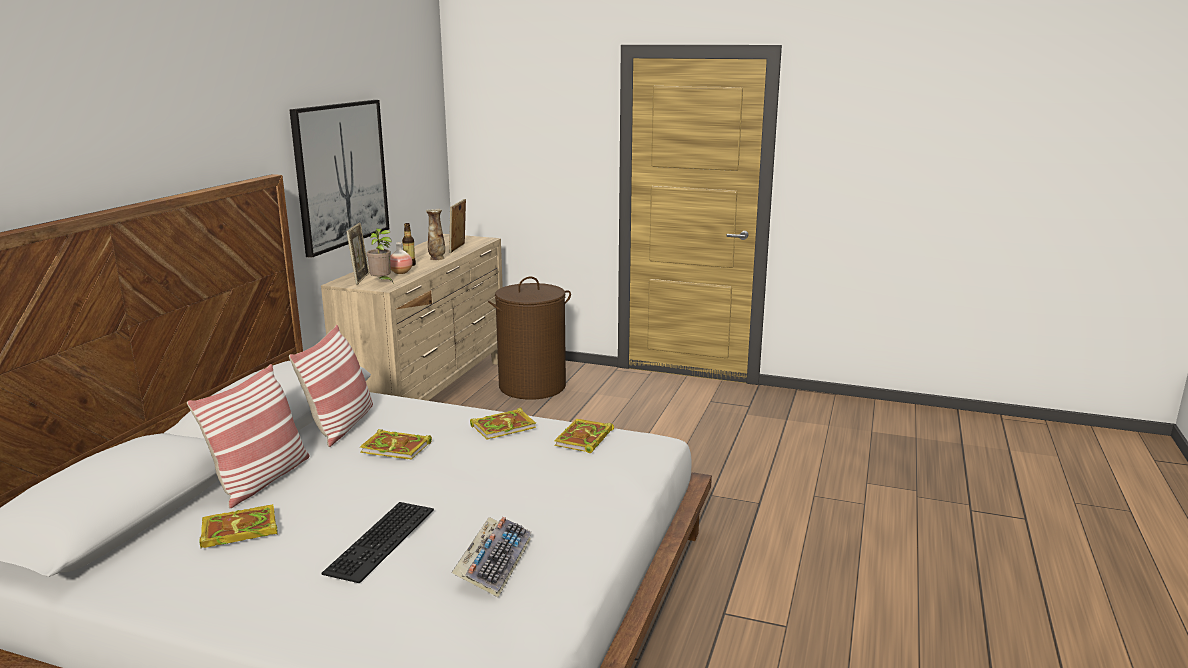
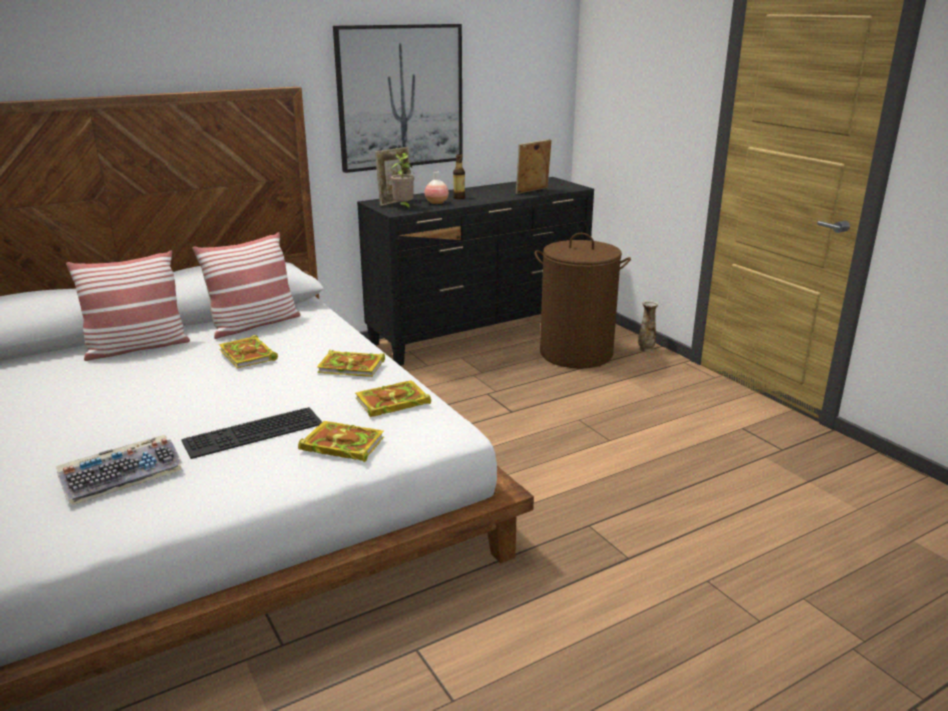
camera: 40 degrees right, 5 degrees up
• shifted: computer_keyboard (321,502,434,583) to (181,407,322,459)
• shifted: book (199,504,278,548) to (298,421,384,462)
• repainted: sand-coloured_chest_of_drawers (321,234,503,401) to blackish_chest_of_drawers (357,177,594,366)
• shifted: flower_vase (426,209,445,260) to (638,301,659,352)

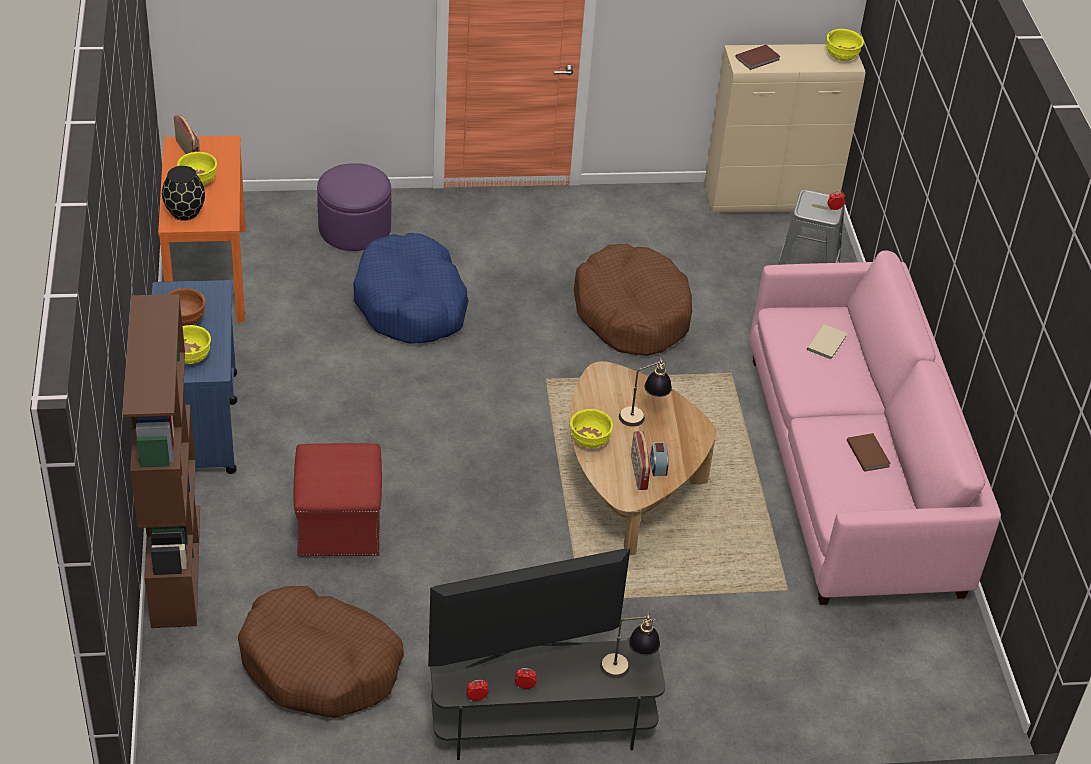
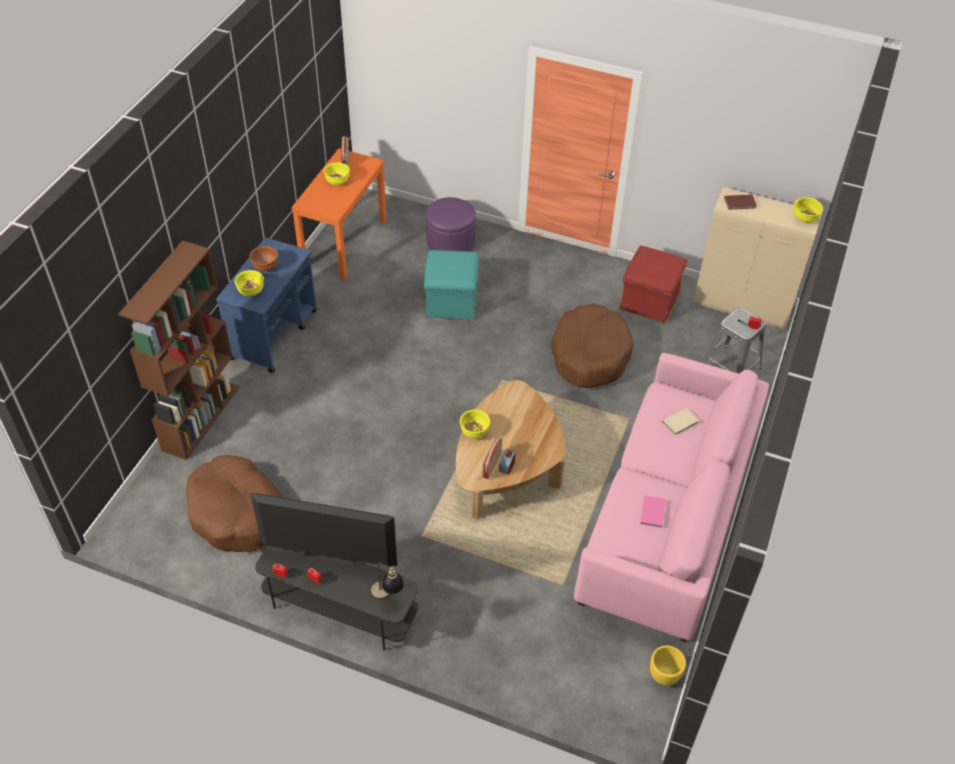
camera: 30 degrees right, 5 degrees up
• swapped: bluish_pet_bed (353,233,469,344) to blue-green_footrest (424,250,479,320)
• shifted: red-coloured_footrest (293,443,382,556) to (619,246,687,324)
• repainted: brownish_book (847,433,891,472) to pinkish_book (640,496,666,528)
• new: yellow-coloured_plant_pot (650,646,686,686)
• gone: blackish_flower_vase (162,166,205,221)
• gone: tabletop_lamp (619,357,672,427)

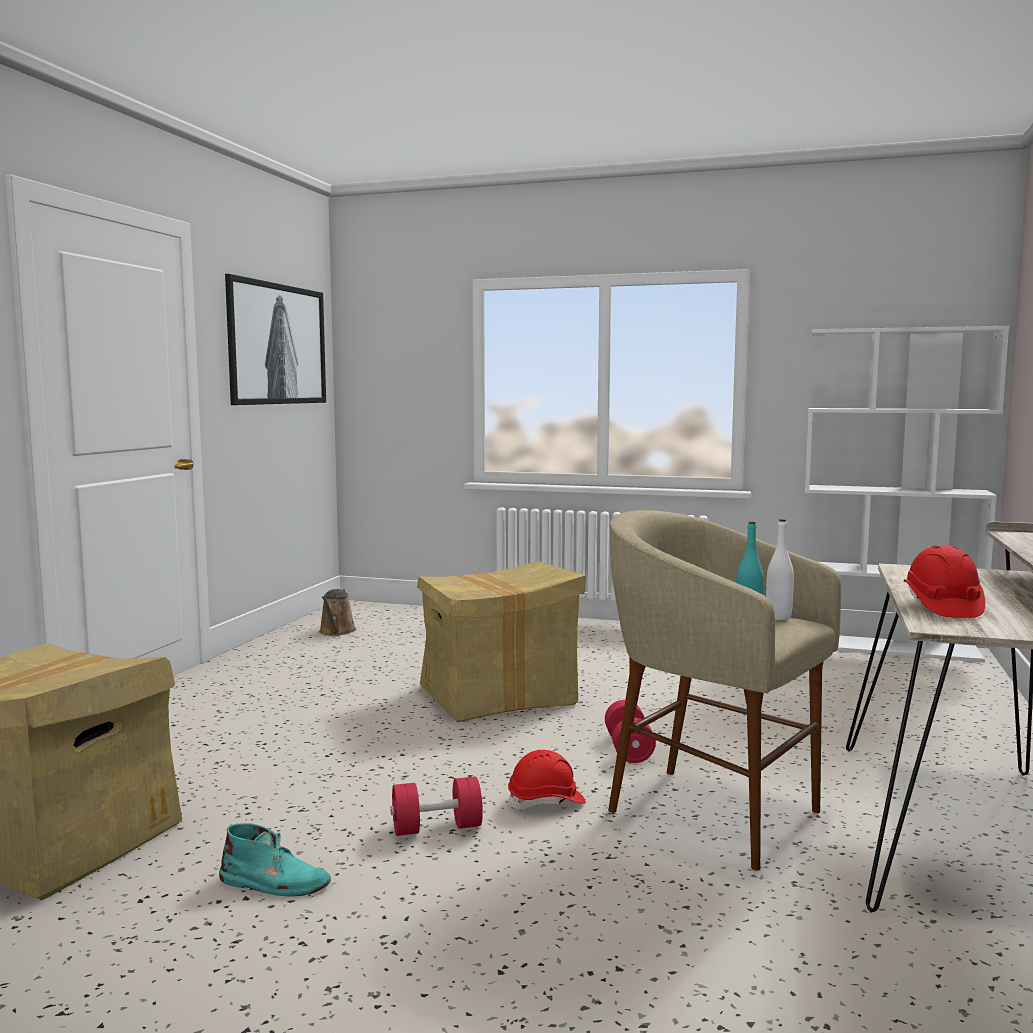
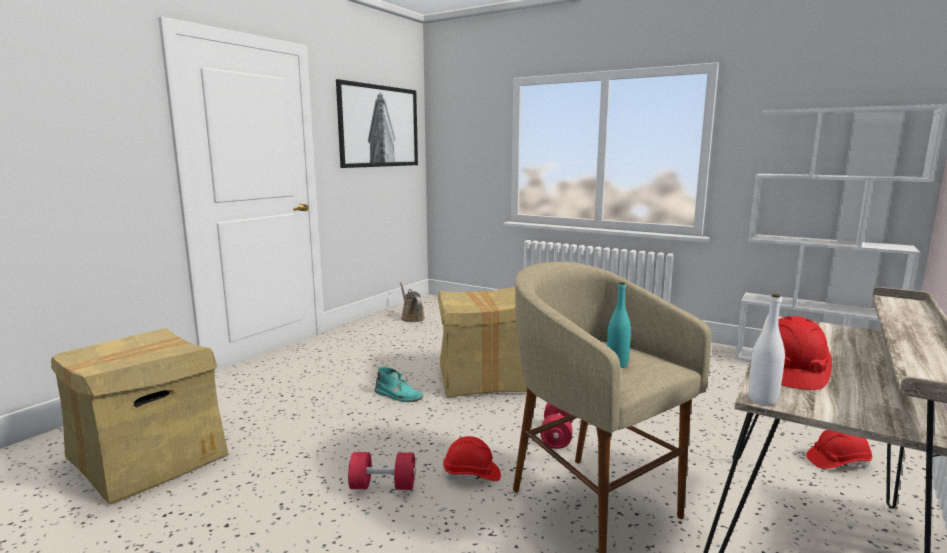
camera: 15 degrees right, 5 degrees up
• shifted: blue-green_high-top_boot (219,823,331,896) to (375,367,423,402)
• rotated: brownish_sprinkling_can (319,589,356,636) = (400,282,425,322) 135 degrees clockwise
• shifted: white-coloured_beverage_bottle (766,519,794,620) to (748,294,785,405)
• new: red-coloured_work_helmet (806,430,872,469)

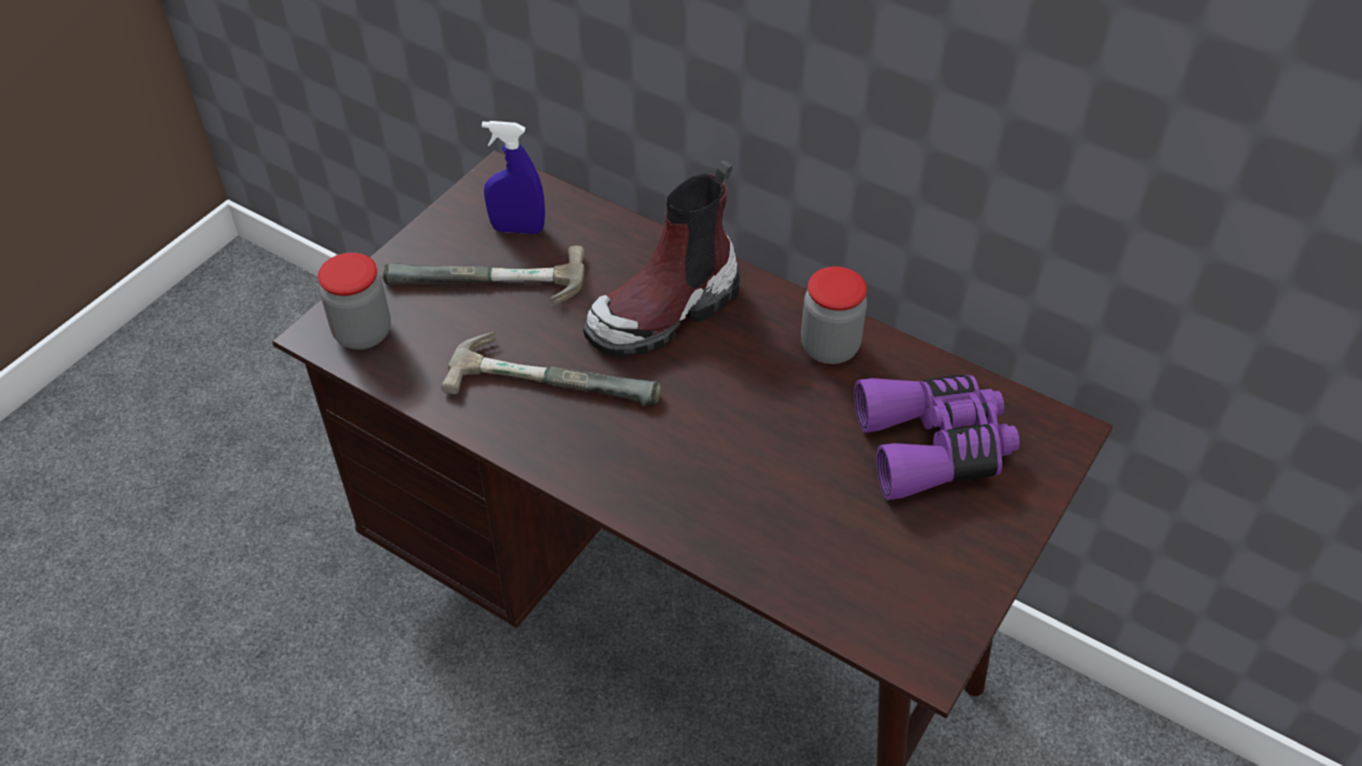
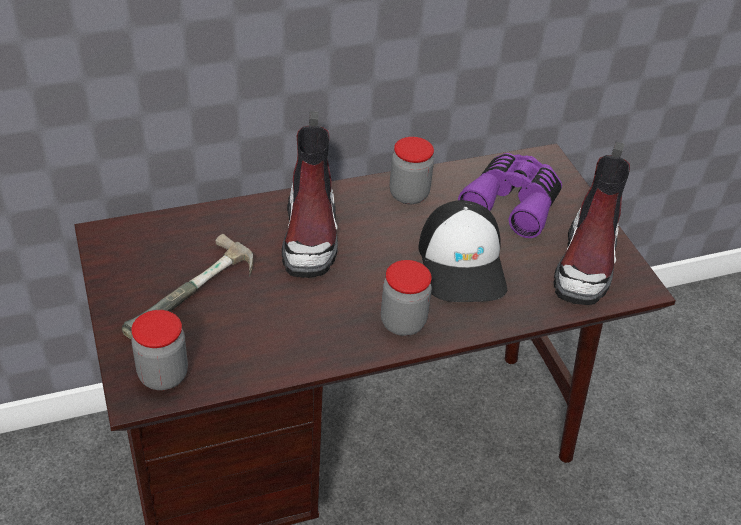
camera: 55 degrees left, 5 degrees down
• new: jar (381,260,432,336)
• new: baseball_cap (419,200,507,302)
• new: high-top_boot (553,142,630,305)
• gone: tool_hammer (441,332,661,405)
• gone: bluish_hand_sprayer (482,121,545,234)

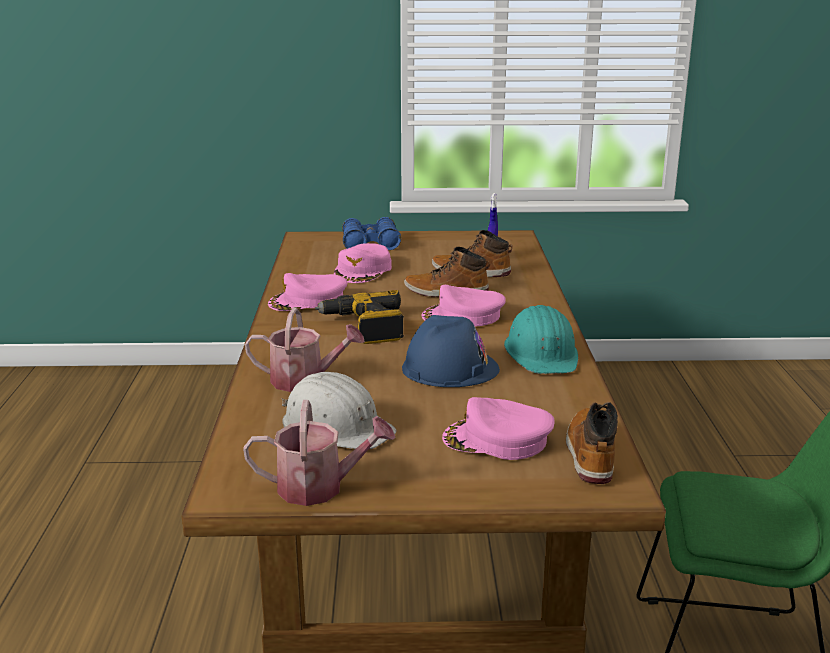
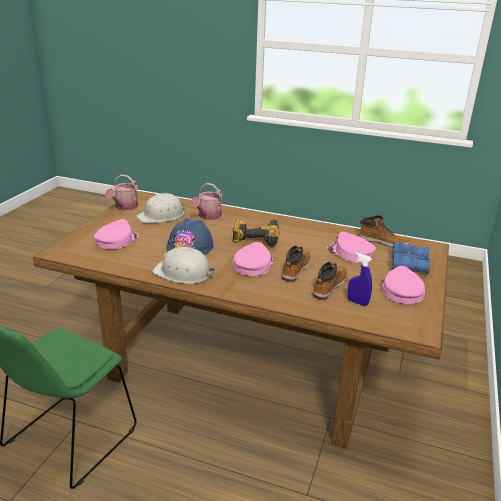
camera: 110 degrees right, 5 degrees up
• repainted: blue-green_work_helmet (504,305,578,374) to white-coloured_work_helmet (152,247,215,284)
• shifted: high-top_boot (566,402,618,484) to (358,215,410,247)
• shifted: pinkish_baseball_cap (268,273,347,311) to (382,266,425,304)

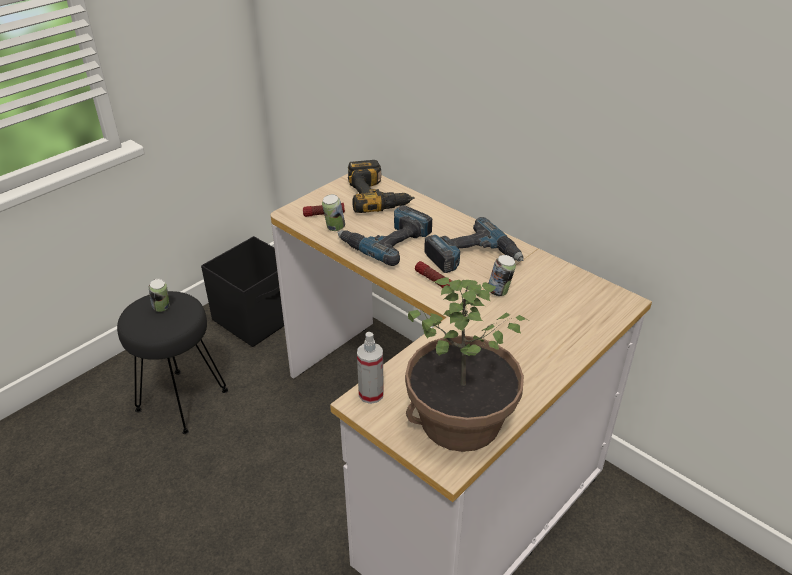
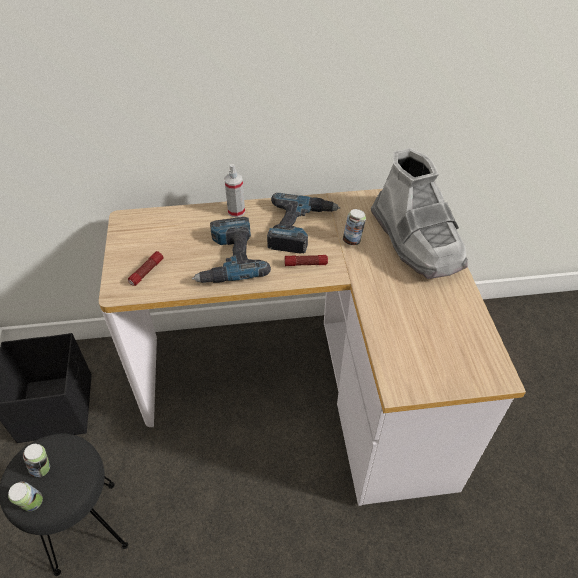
camera: 50 degrees left, 10 degrees up
• shifted: sealed_can (322,194,345,231) to (8,482,43,511)
• shifted: hand_sprayer (357,332,384,404) to (224,164,245,218)
• new: greyish_high-top_boot (371,148,468,279)
• gone: drill (348,160,415,213)
• gone: potted_plant (405,277,530,452)

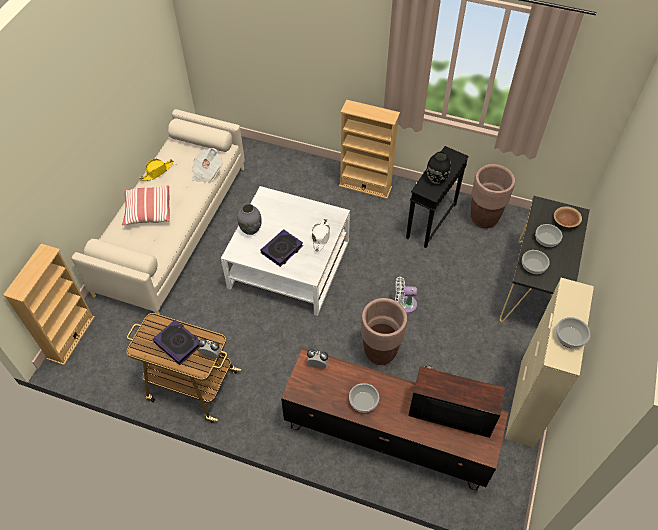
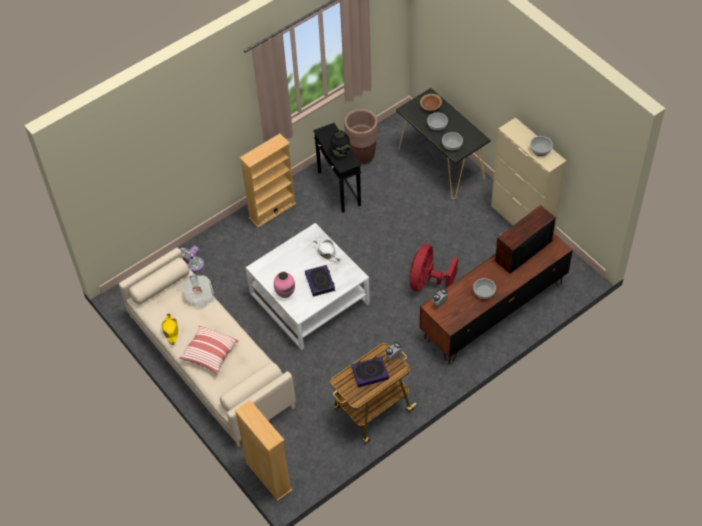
camera: 55 degrees left, 0 degrees up
• shifted: white-coloured_electric_fan (395,277,417,313) to (180,246,204,272)
• repainted: greyish_flower_vase (237,204,262,235) to pinkish_flower_vase (274,272,295,298)
• swapped: brownish_plant_pot (361,298,407,365) to red-coloured_electric_fan (410,244,458,291)

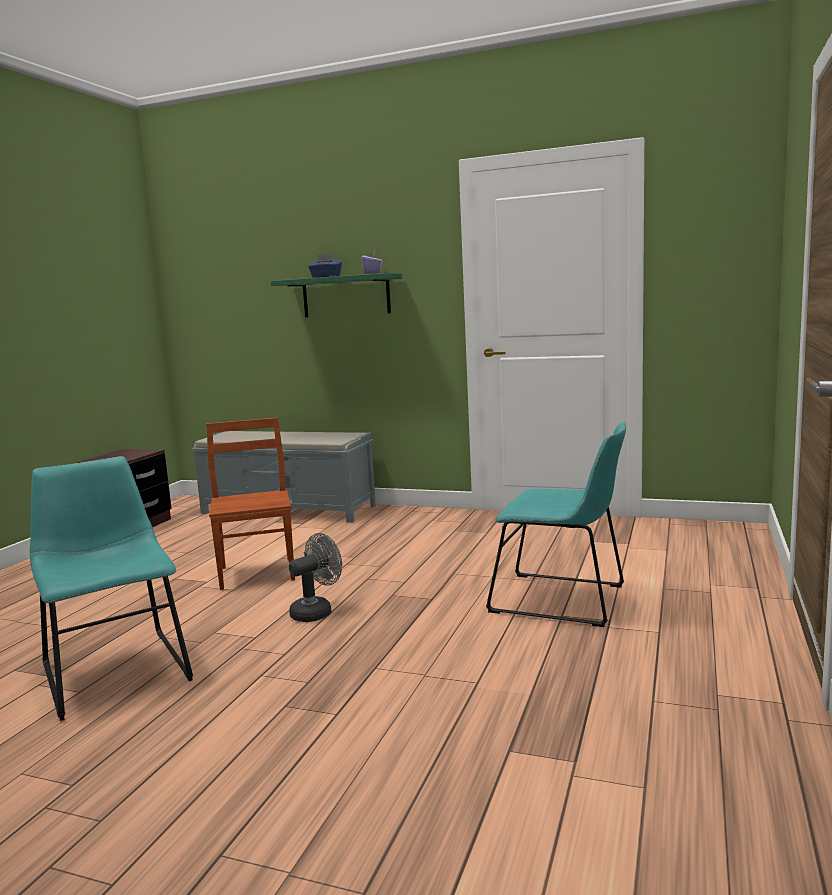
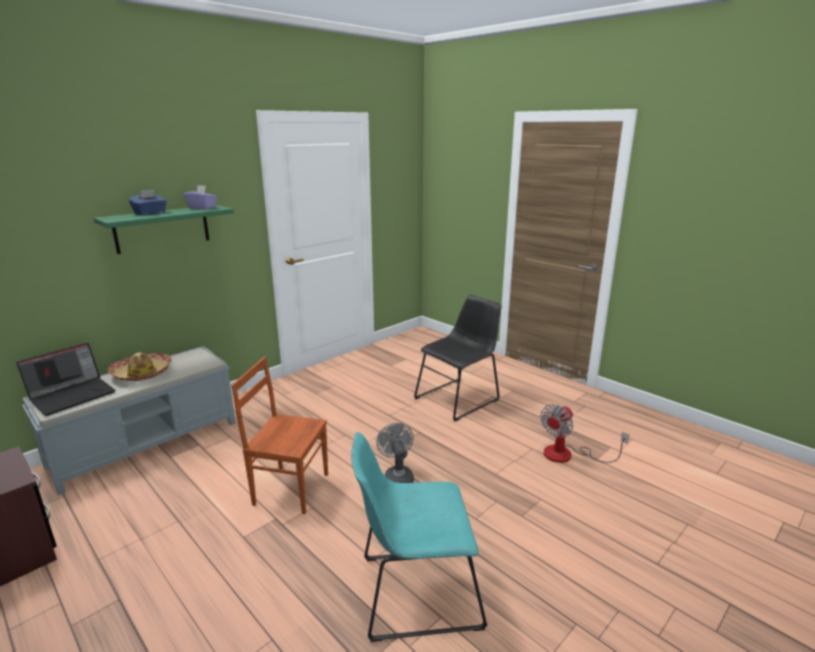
camera: 65 degrees left, 10 degrees up
• new: laptop (16,343,115,416)
• new: hat (108,353,172,381)
• repainted: blue-green_chair (486,421,626,627) to blackish_chair (414,295,502,421)
• new: electric_fan (540,404,629,463)

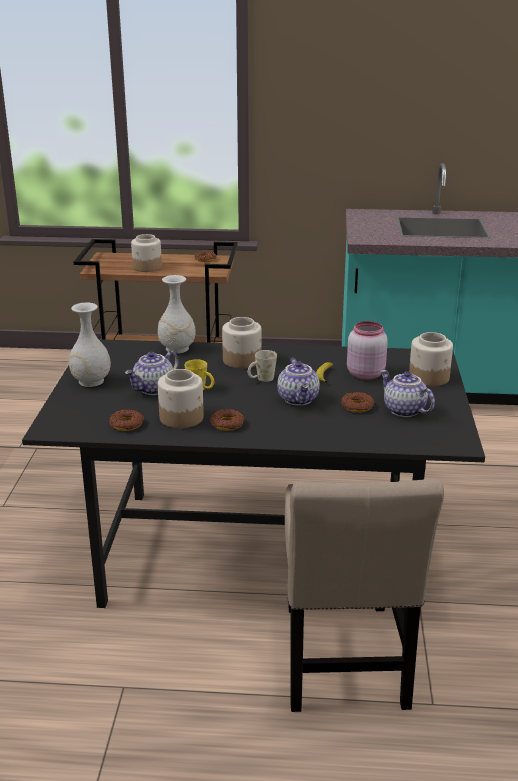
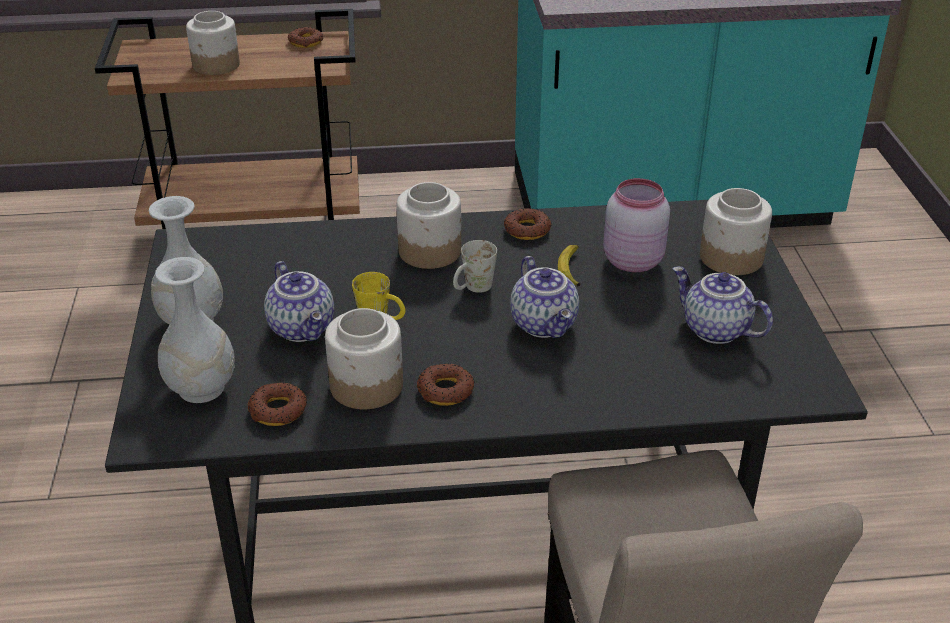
camera: 10 degrees left, 10 degrees up
• shifted: white-coloured_flower_vase (157,275,196,354) to (155,257,235,403)
• rotated: pot_for_tea (125,351,179,395) = (264,261,334,342) 60 degrees counterclockwise
• shifted: doughnut (341,392,375,412) to (504,208,551,240)

